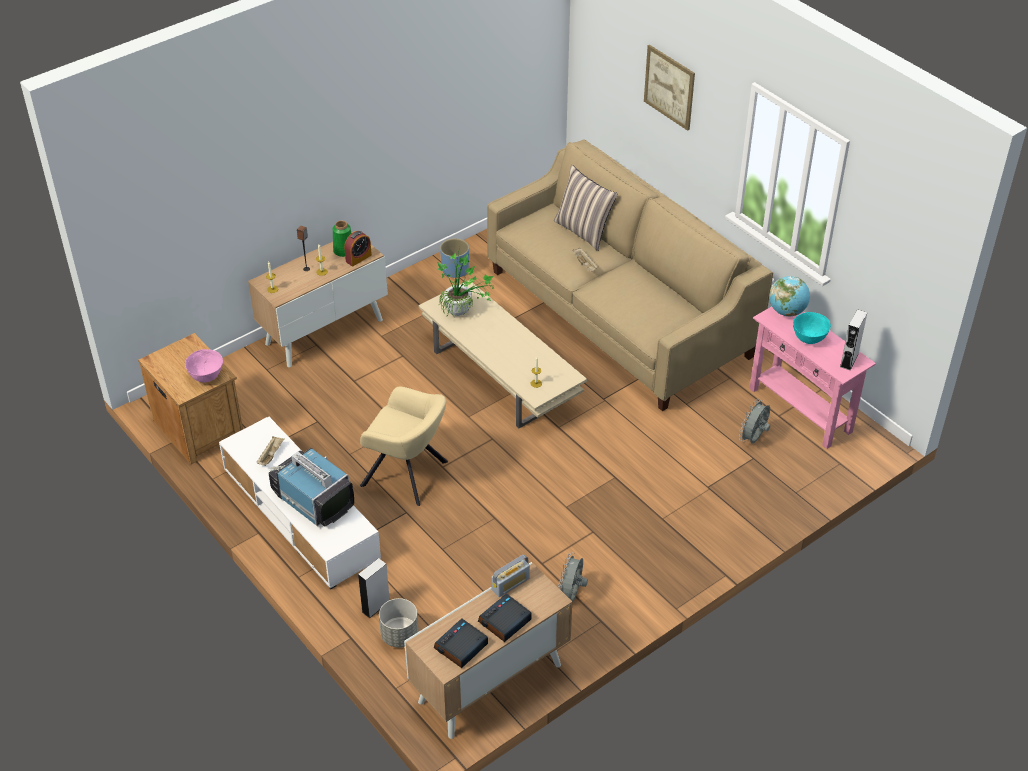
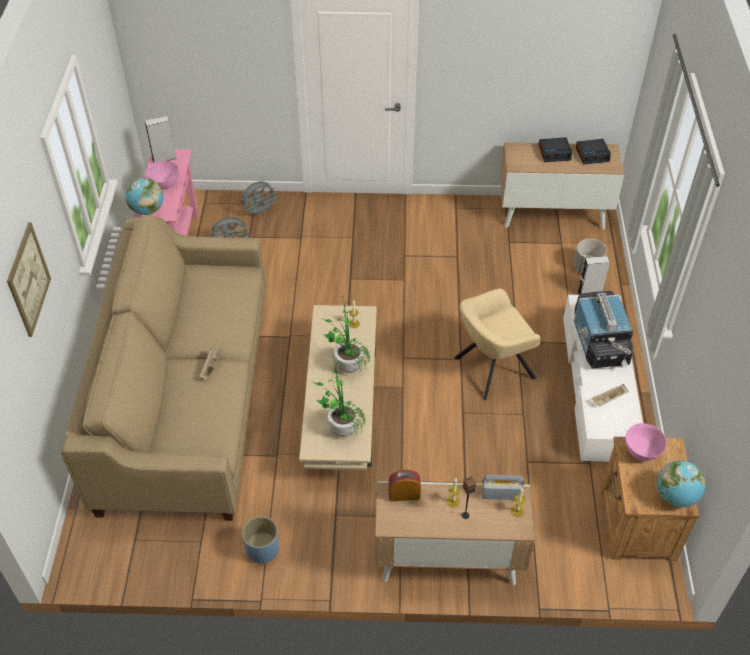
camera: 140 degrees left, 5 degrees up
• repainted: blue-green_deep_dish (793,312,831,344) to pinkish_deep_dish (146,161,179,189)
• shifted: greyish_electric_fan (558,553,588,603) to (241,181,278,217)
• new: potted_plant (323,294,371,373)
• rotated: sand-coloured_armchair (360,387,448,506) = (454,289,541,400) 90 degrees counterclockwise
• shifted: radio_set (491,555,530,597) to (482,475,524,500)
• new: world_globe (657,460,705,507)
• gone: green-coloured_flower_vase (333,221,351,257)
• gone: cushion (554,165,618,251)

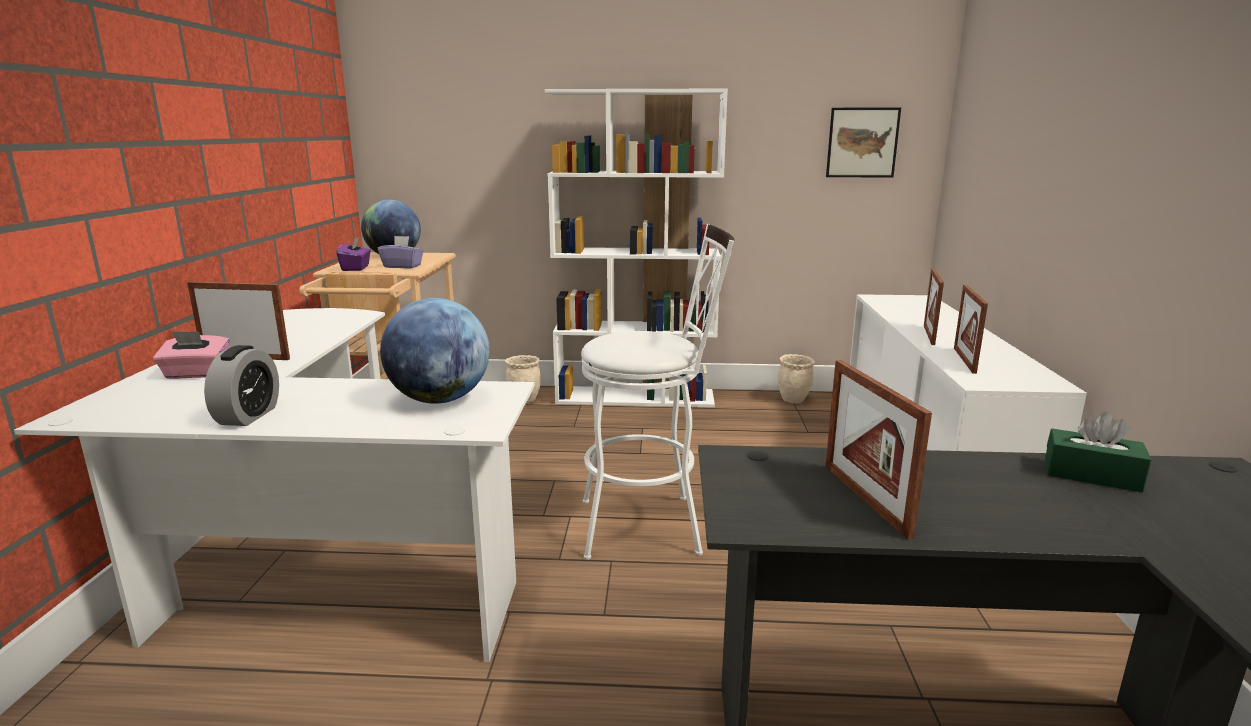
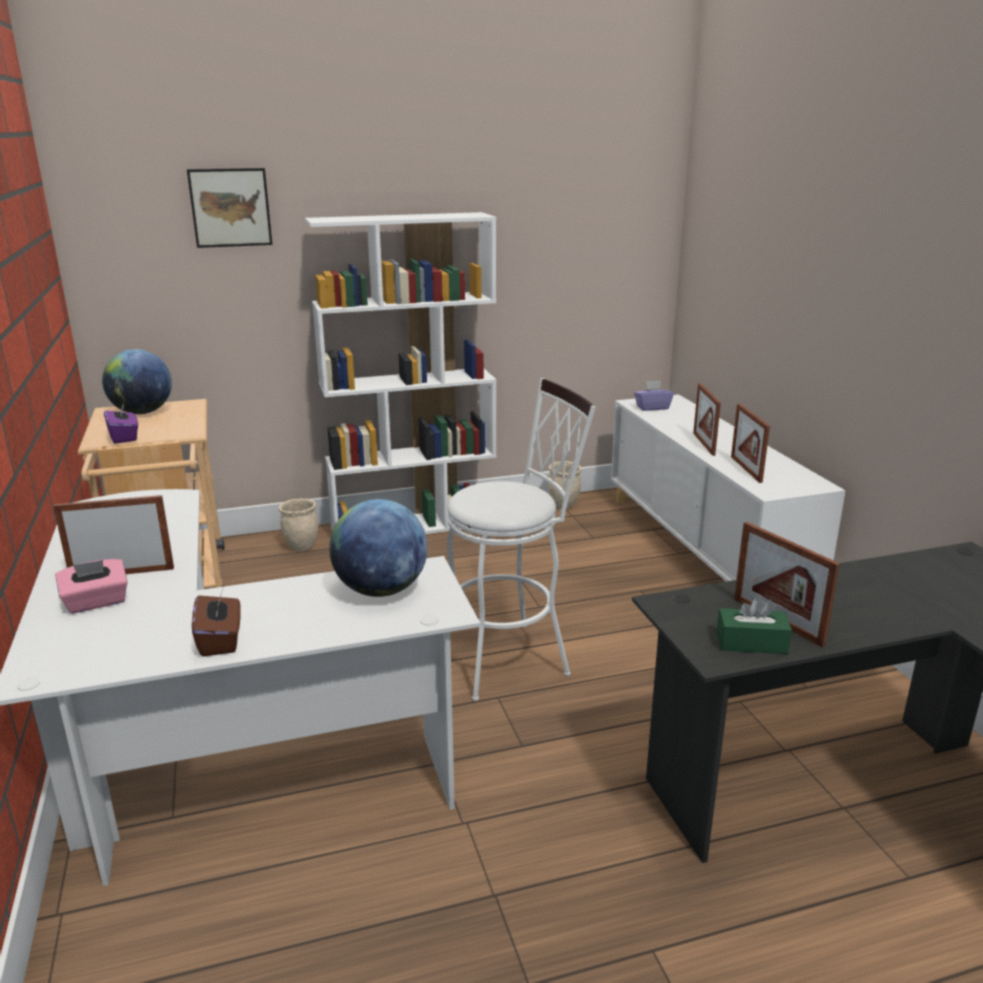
camera: 20 degrees left, 5 degrees up
• shifted: picture (826,108,901,177) to (187,168,272,248)
• swapped: alarm_clock (204,345,279,426) to brownish_box_of_tissues (192,589,241,657)
• shifted: purple_box_of_tissues (378,236,424,269) to (634,380,674,411)
• shifted: green-coloured_box_of_tissues (1045,412,1151,492) to (717,596,792,654)

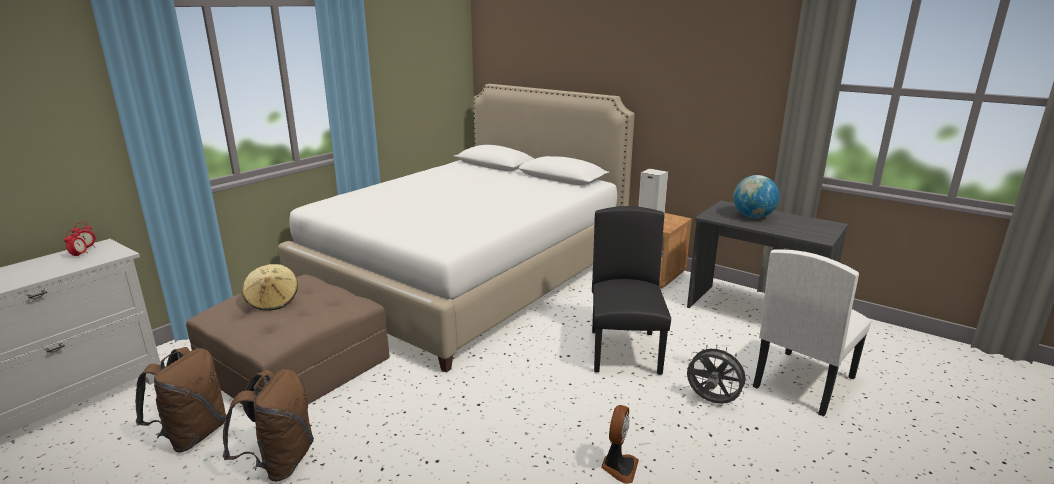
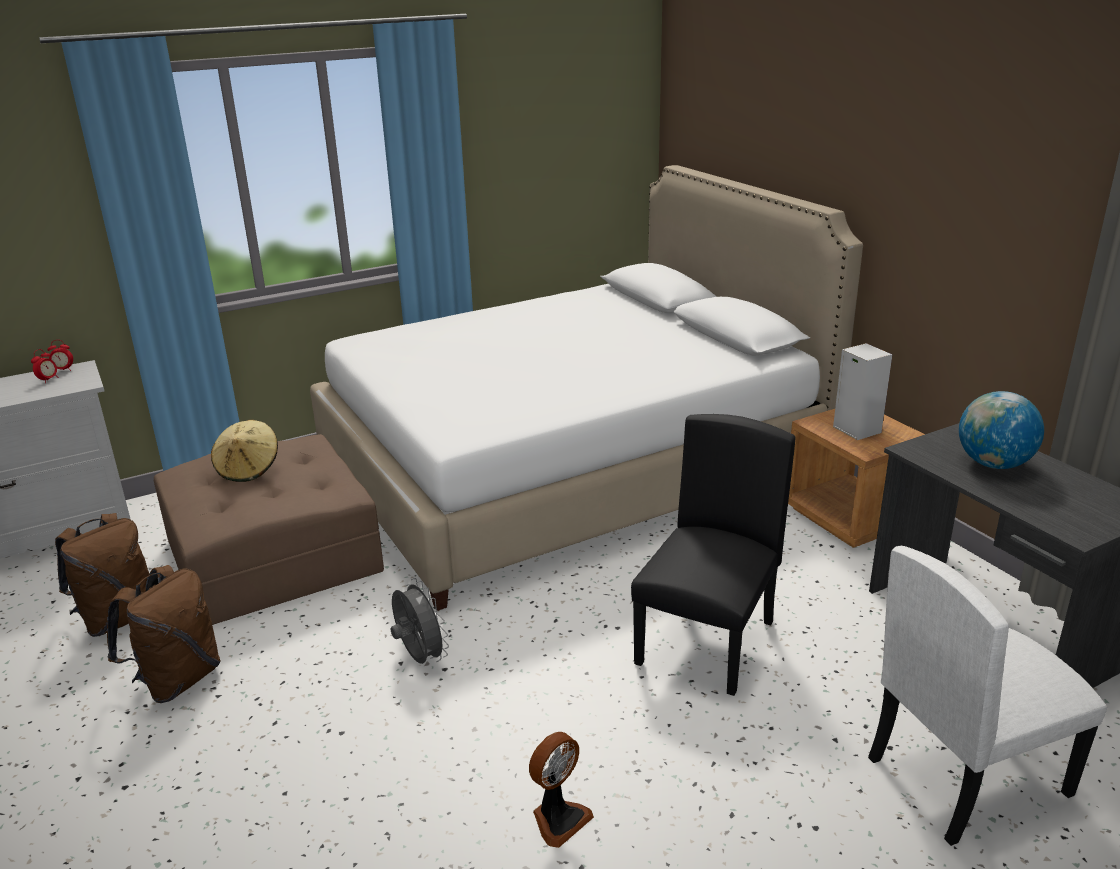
camera: 25 degrees right, 5 degrees up
• shifted: greyish_electric_fan (687,344,750,404) to (391,578,449,664)

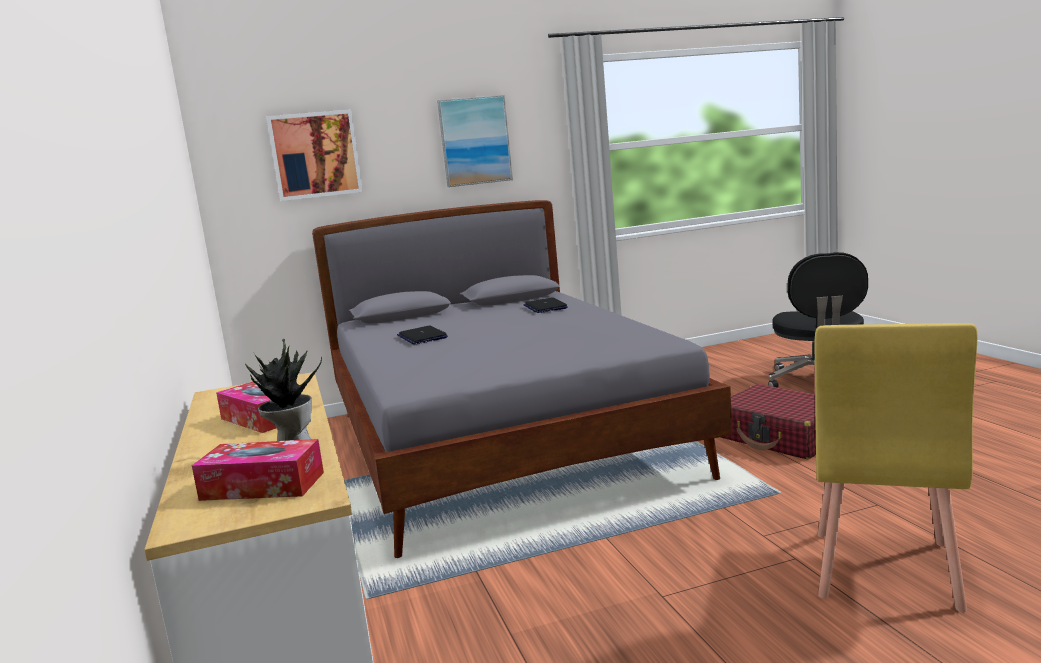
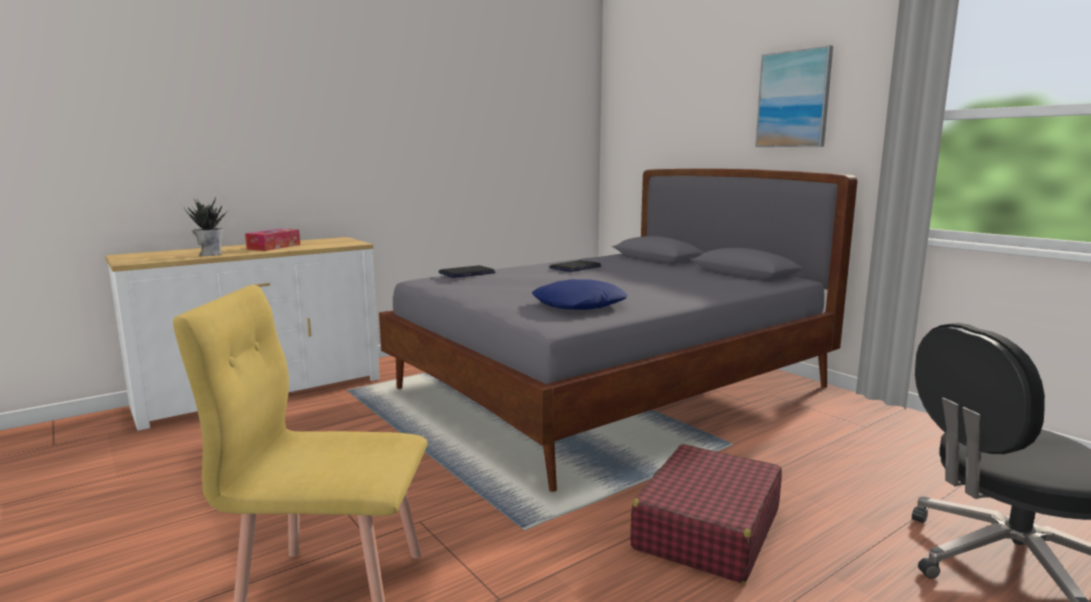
camera: 70 degrees right, 0 degrees up
• shifted: laptop (523,297,568,313) to (439,265,495,278)
• new: bluish_cushion (532,279,627,310)
• gone: box_of_tissues (192,439,324,501)
• gone: picture (267,110,363,201)

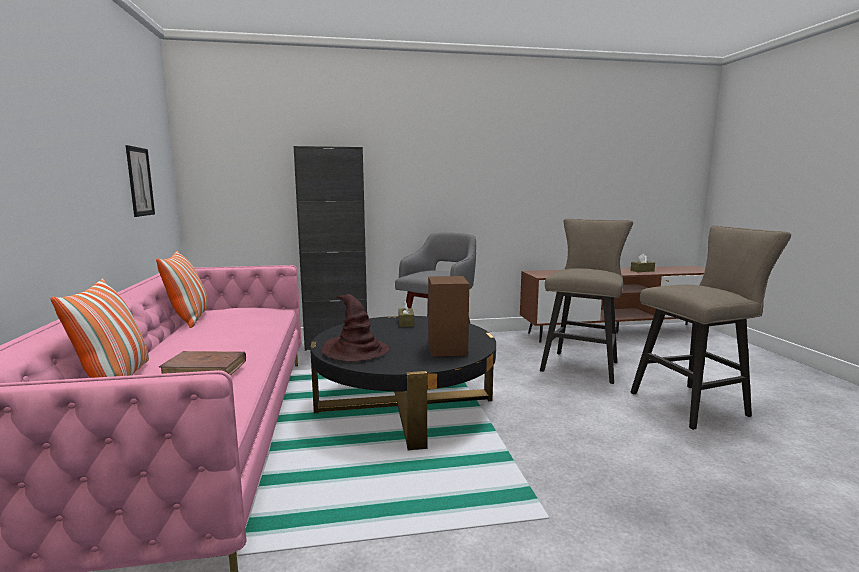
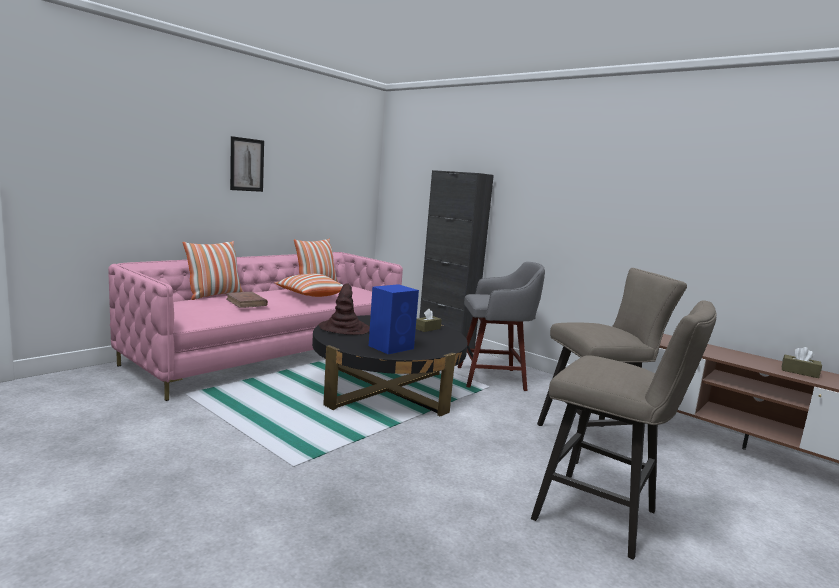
camera: 50 degrees right, 0 degrees up
• shifted: picture (126,145,155,217) to (230,136,264,192)
• new: cushion (274,274,343,297)
• repainted: brownish_audio_speaker (428,276,469,356) to bluish_audio_speaker (369,284,419,354)

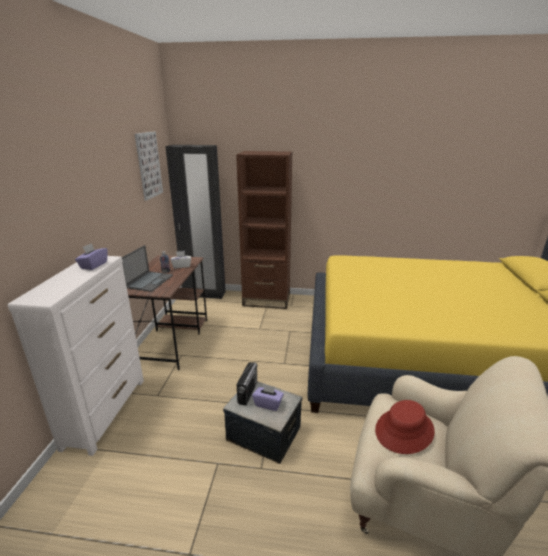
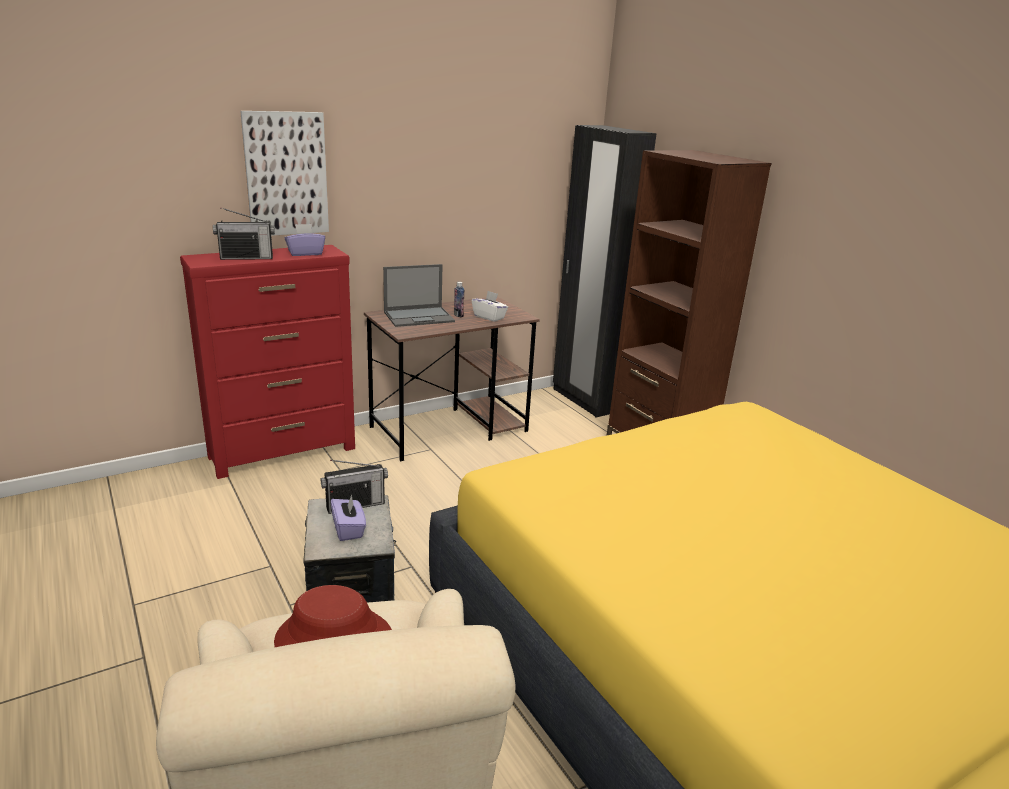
camera: 50 degrees right, 0 degrees up
• repainted: white-coloured_chest_of_drawers (8,256,144,456) to red-coloured_chest_of_drawers (180,245,355,479)
• new: radio_set (213,207,275,260)
• shifted: picture (135,132,163,201) to (240,111,329,236)

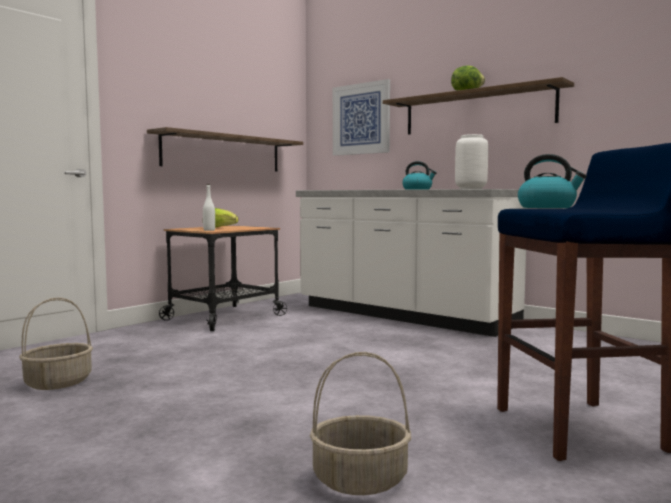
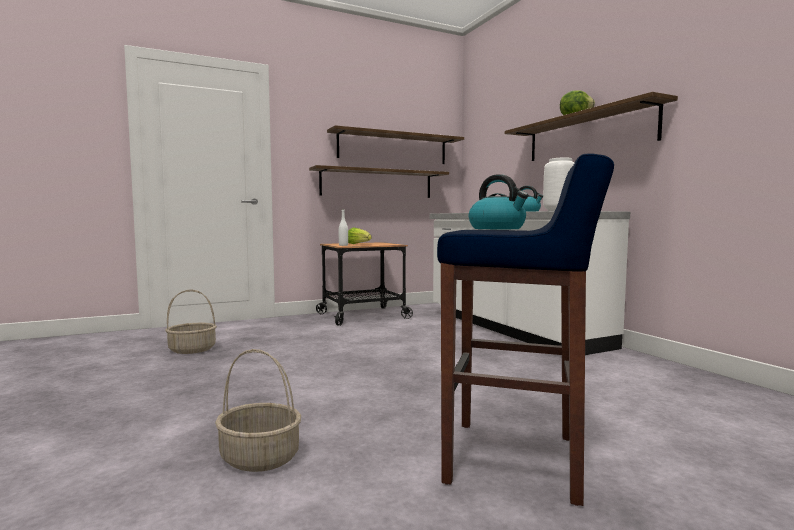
camera: 25 degrees right, 0 degrees up
• new: bracket_shelf (327,125,464,164)
• gone: picture (333,79,390,156)

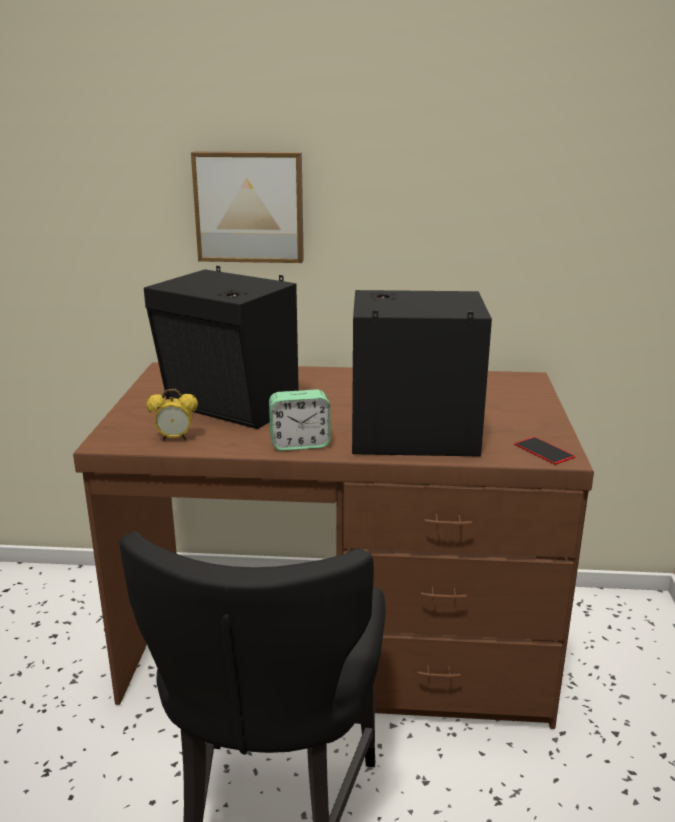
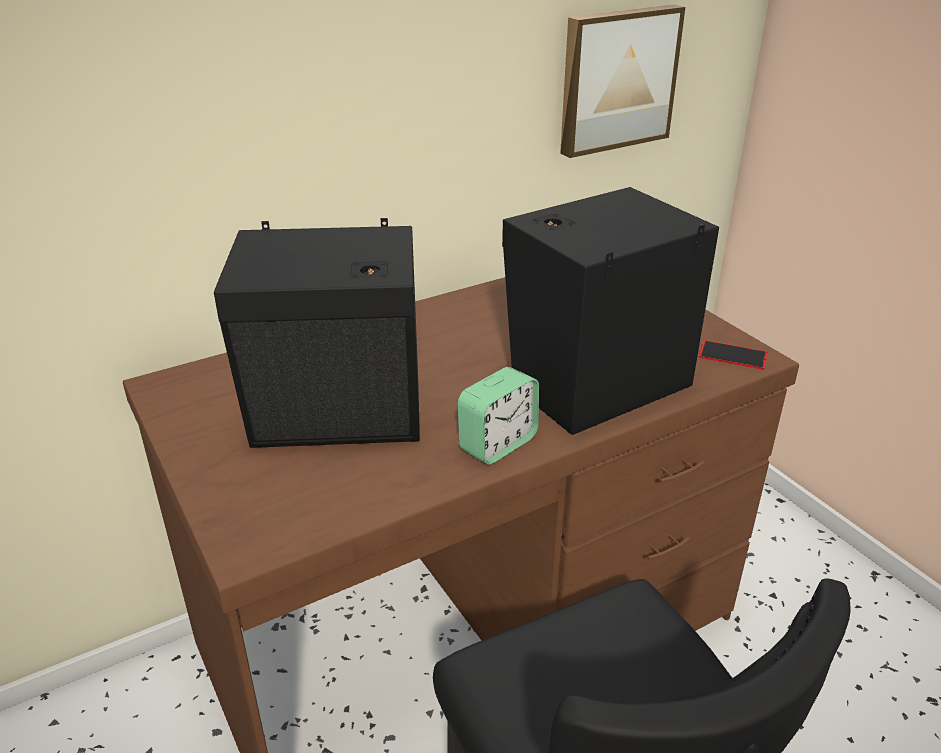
camera: 35 degrees left, 10 degrees up
• shifted: picture (191,151,304,263) to (560,4,685,158)
• gone: alarm_clock (146,389,198,441)

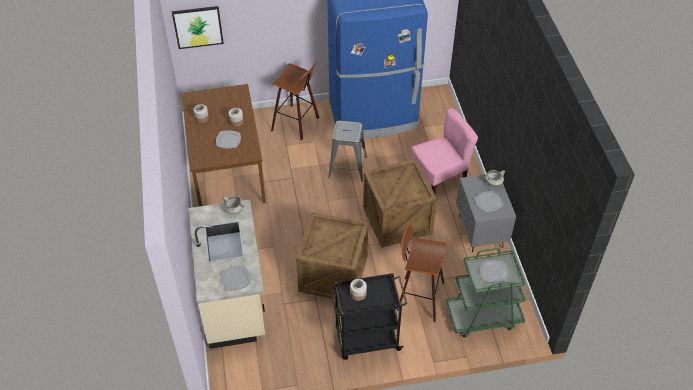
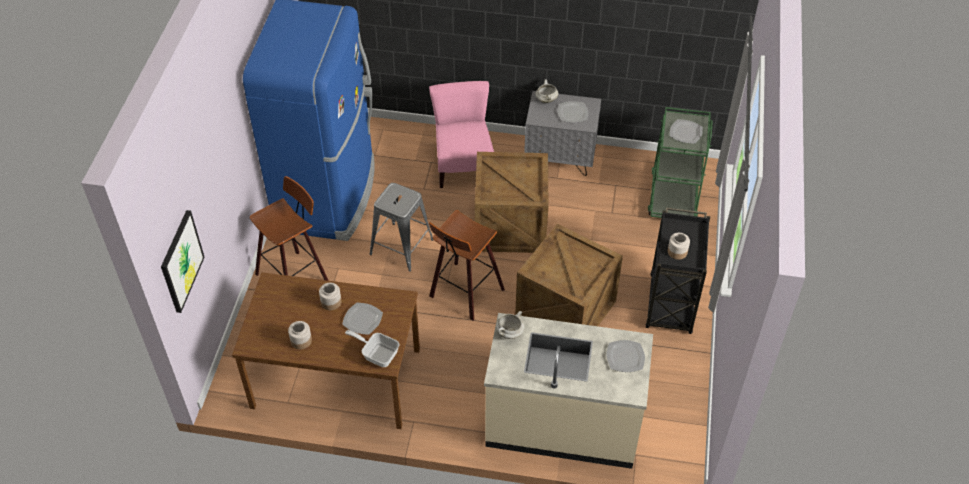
camera: 70 degrees left, 0 degrees up
• new: frying_pan (345,330,400,367)
• shifted: sitting_stool (397,223,446,322) to (429,210,505,321)

